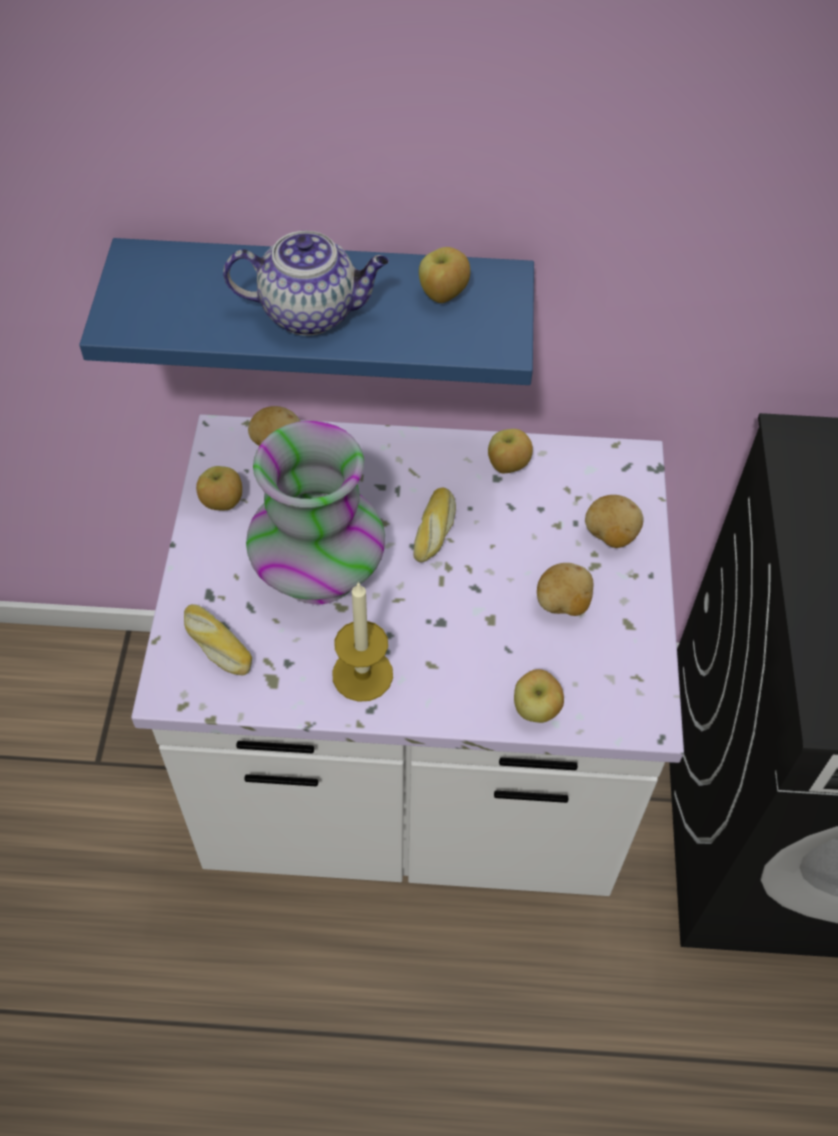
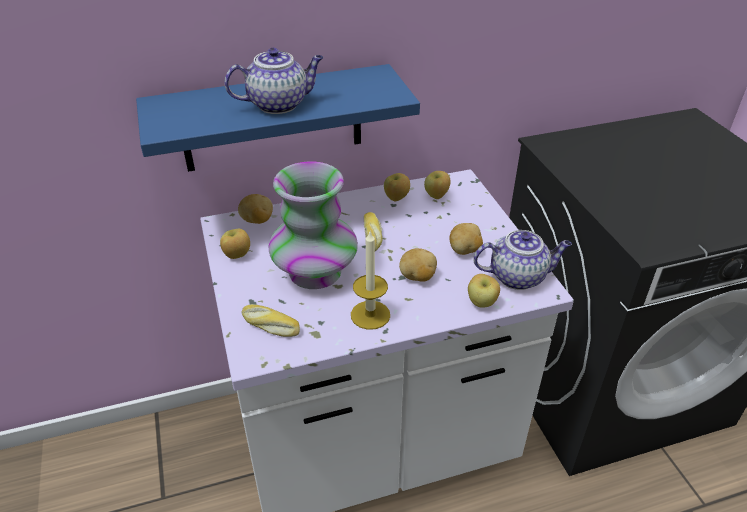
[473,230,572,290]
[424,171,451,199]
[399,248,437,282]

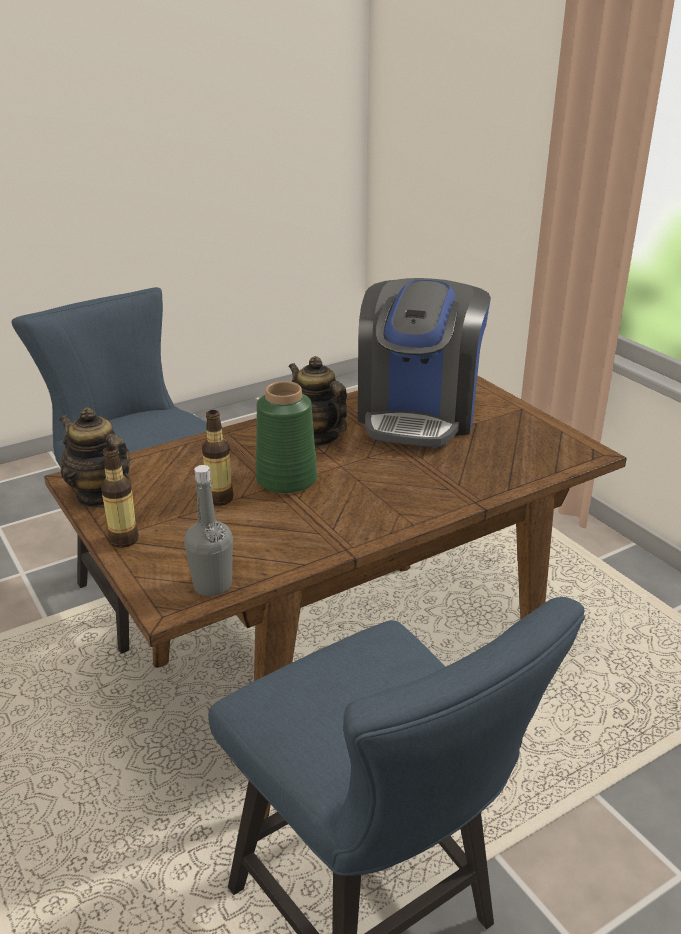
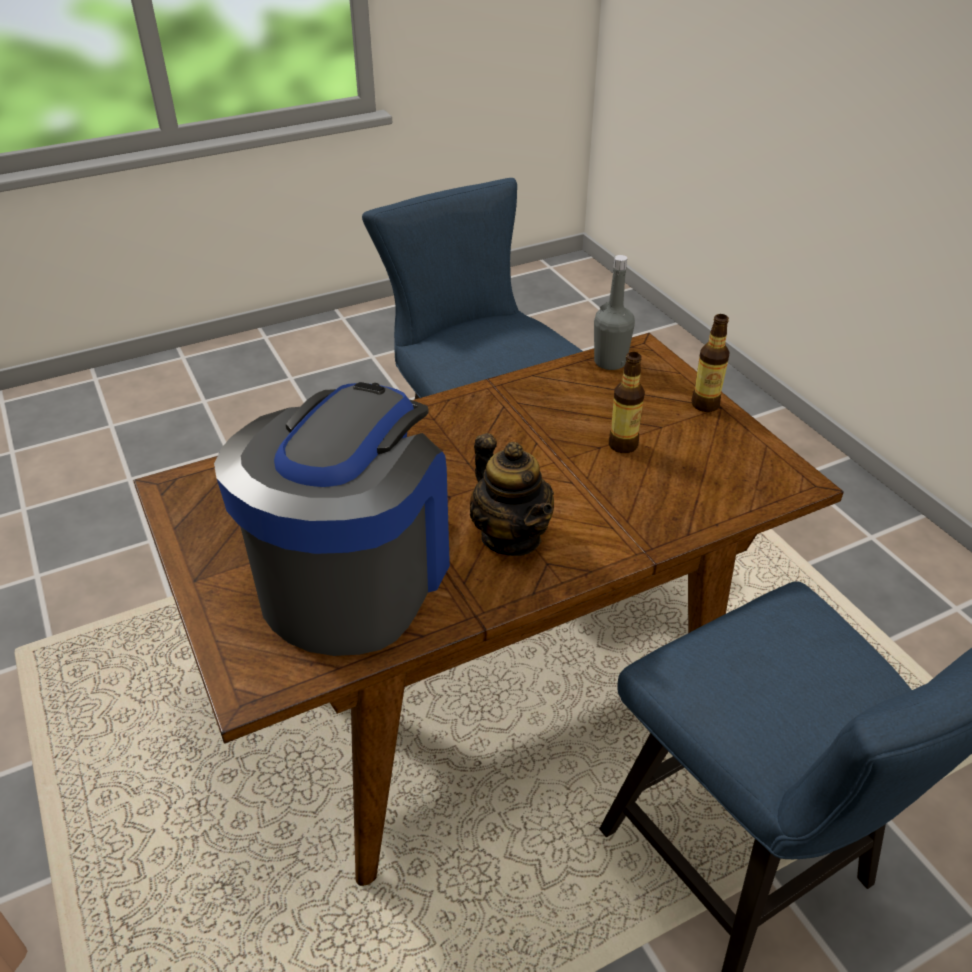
[59,407,131,507] (first image)
[256,381,317,494] (first image)

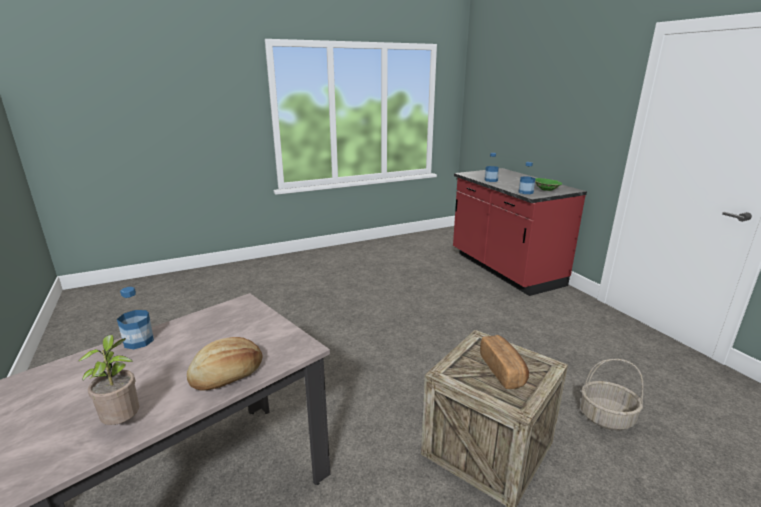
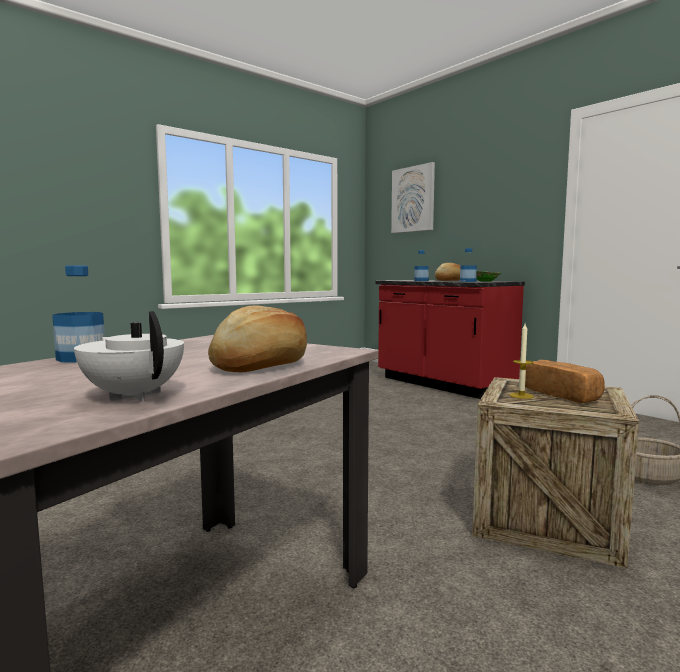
[391,162,435,233]
[435,263,460,281]
[510,324,534,399]
[74,311,184,401]

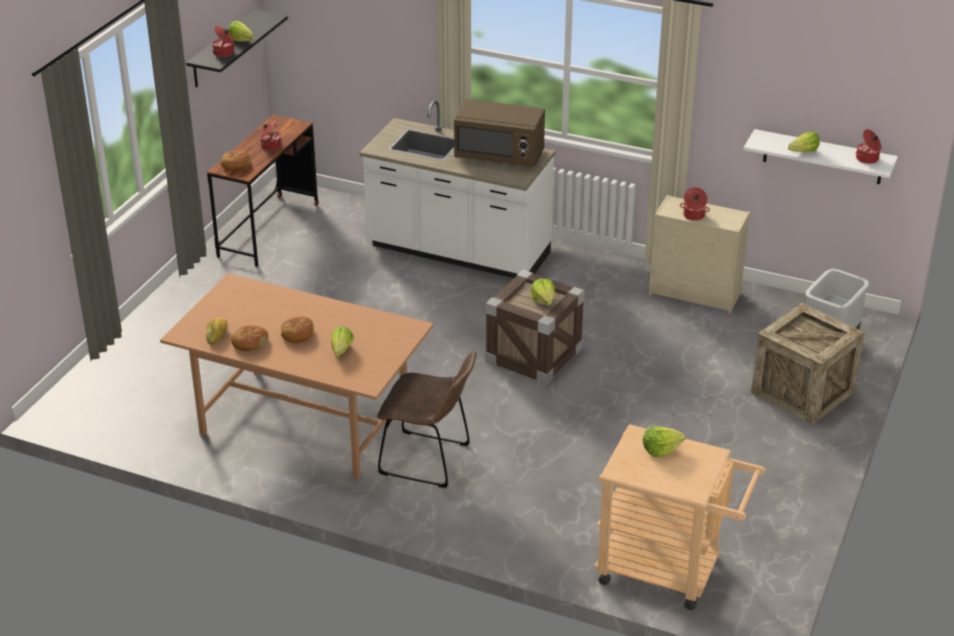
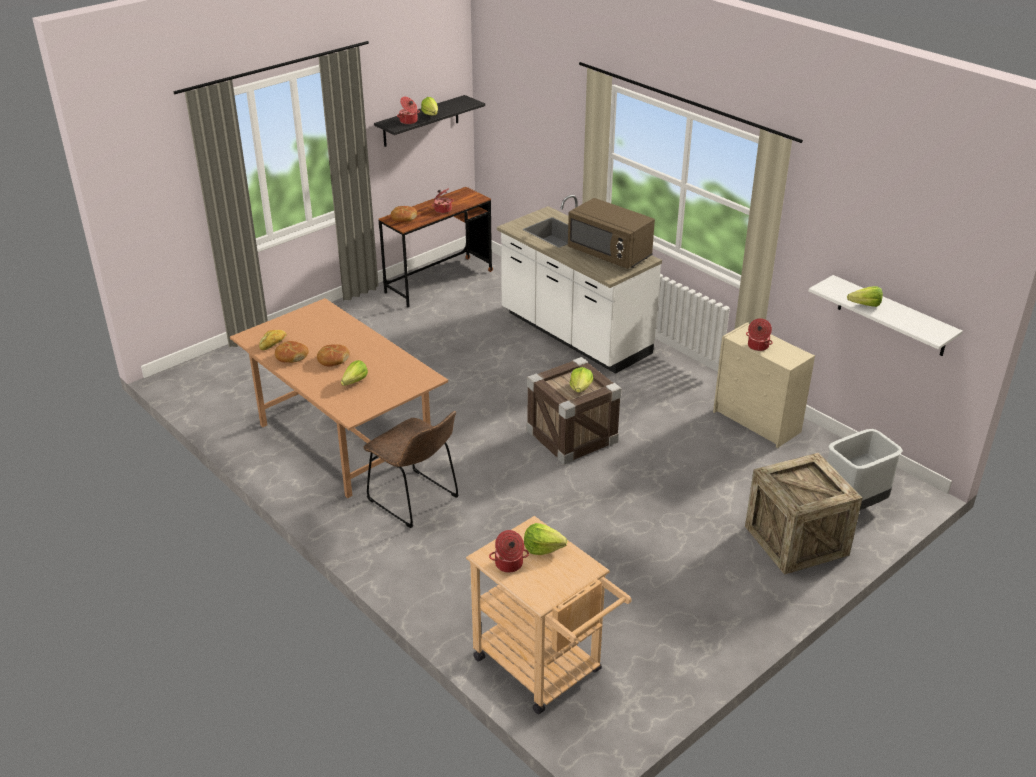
[489,530,529,573]

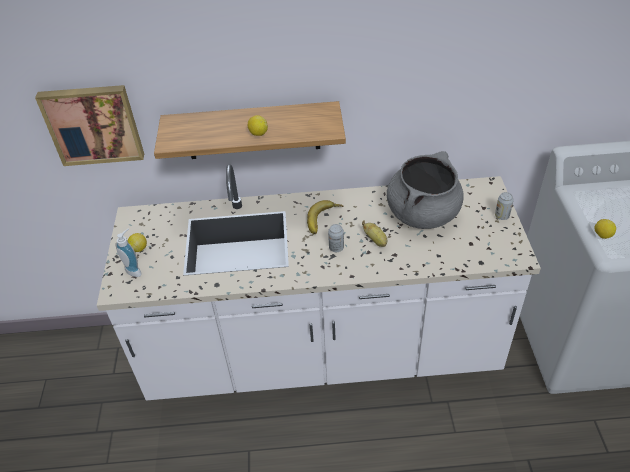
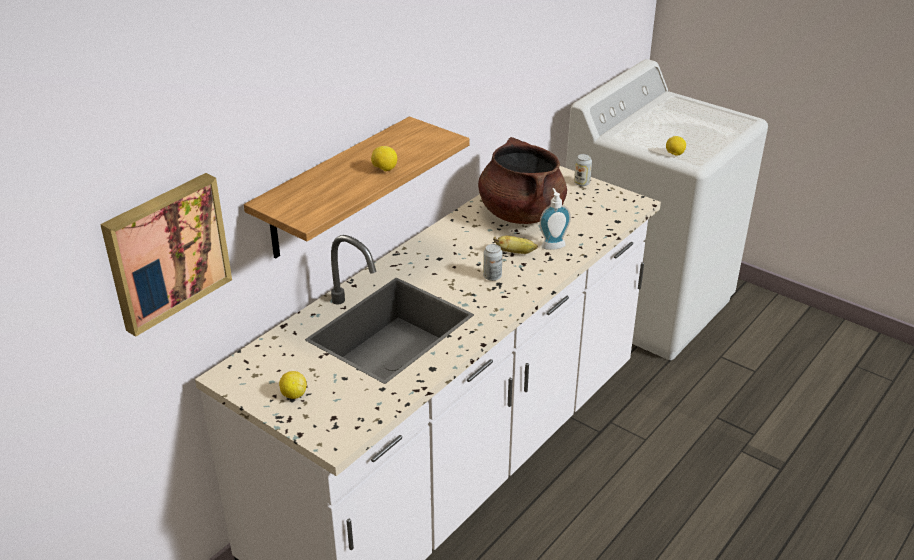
[307,200,343,234] (first image)
[539,188,571,250]
[478,137,567,224]

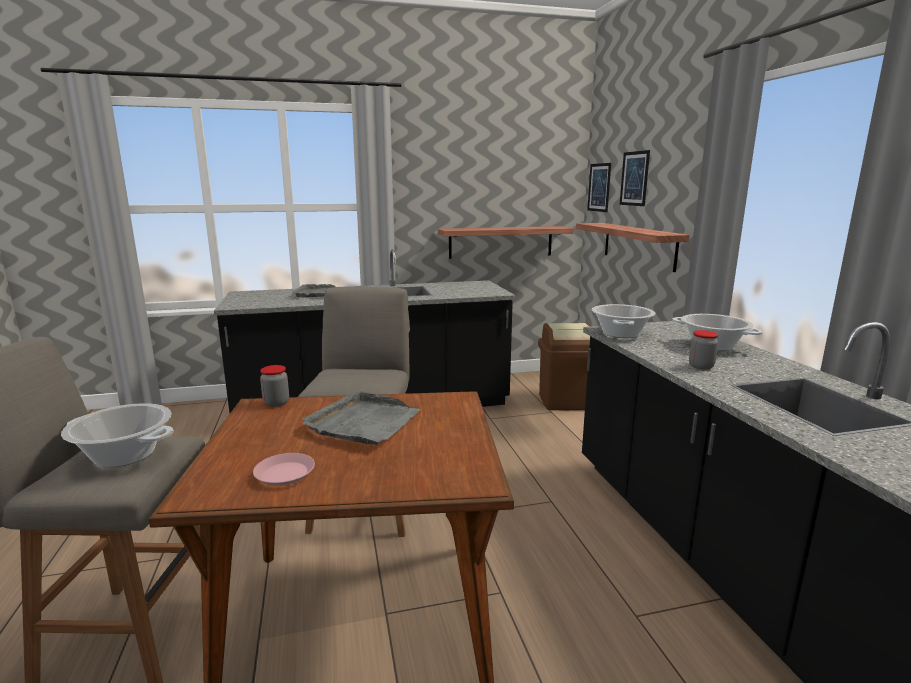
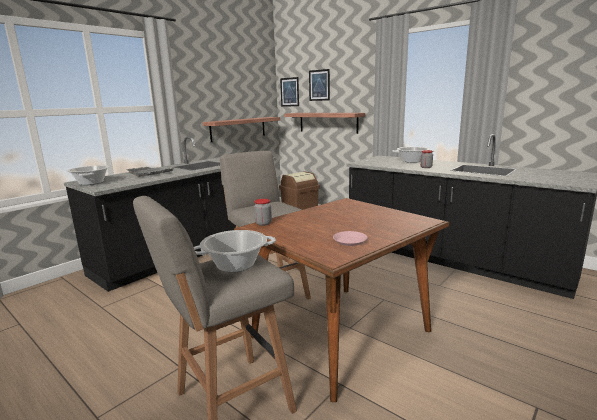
[303,391,420,445] (first image)
[67,165,110,185]

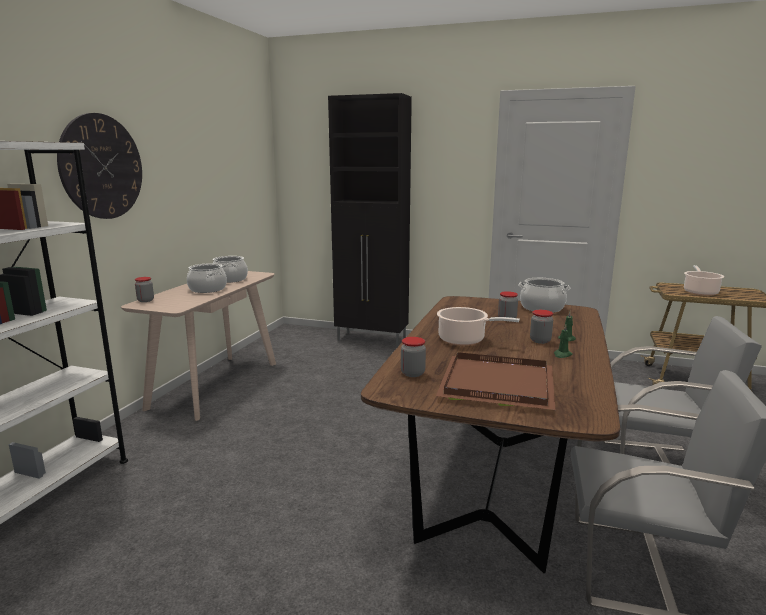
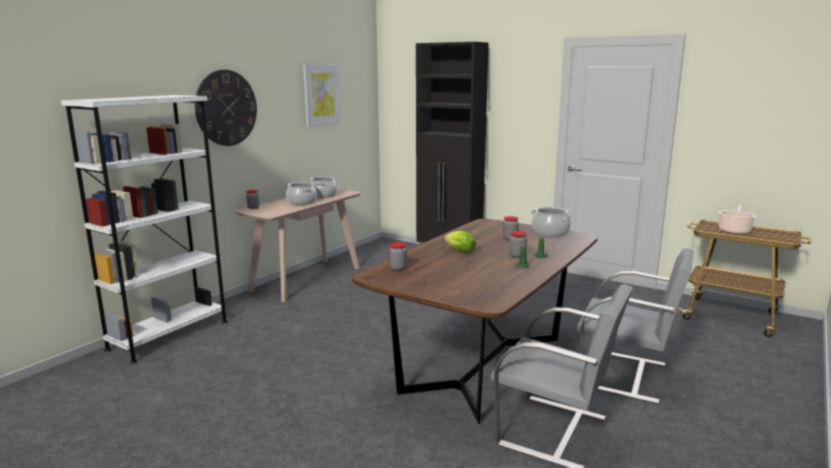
[436,352,555,410] (first image)
[303,64,340,127]
[445,231,476,253]

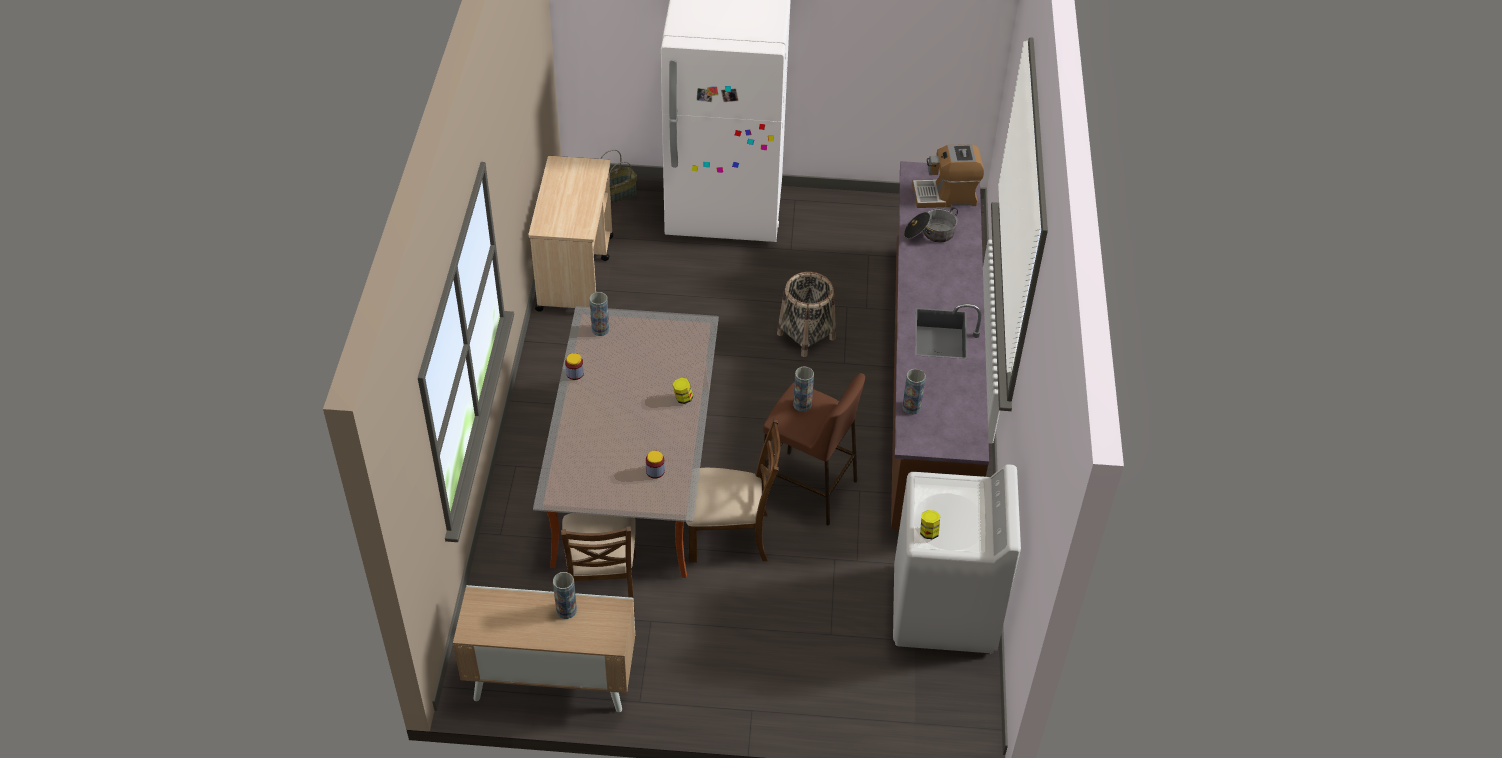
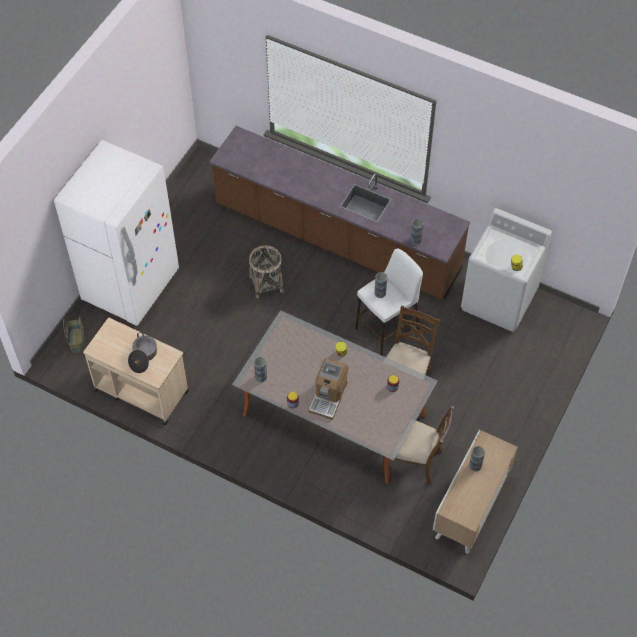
[128,332,157,373]
[308,358,348,420]
[355,249,423,356]

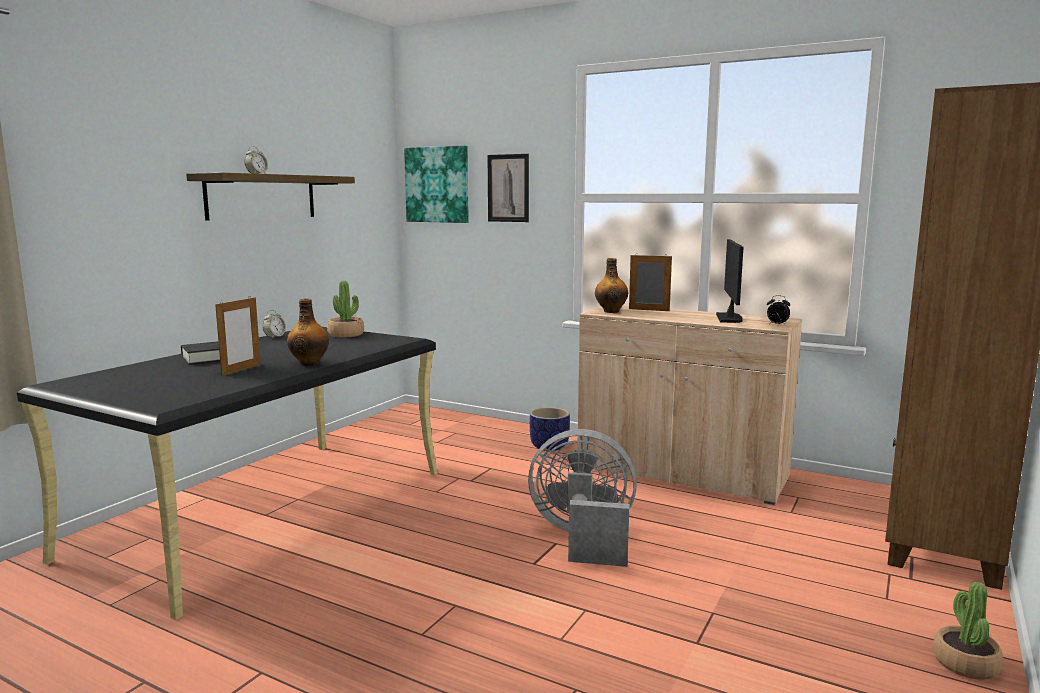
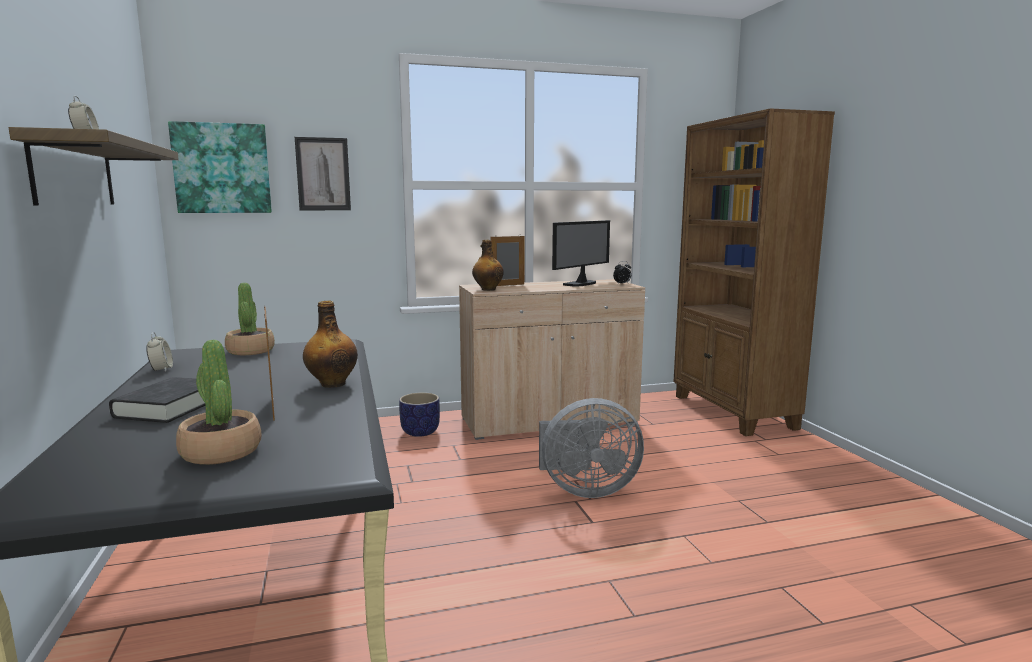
[176,340,262,465]
[539,398,644,498]
[552,220,610,287]

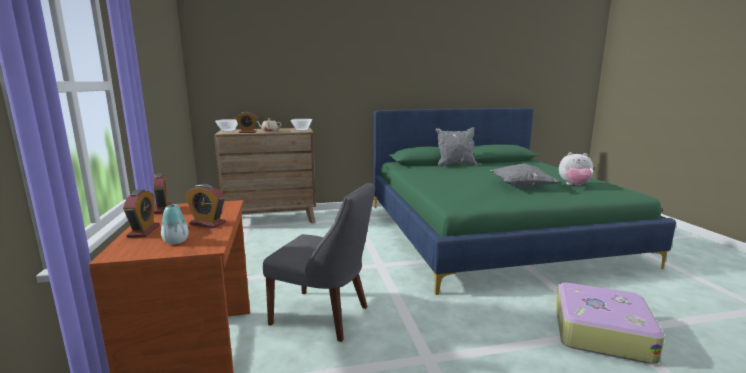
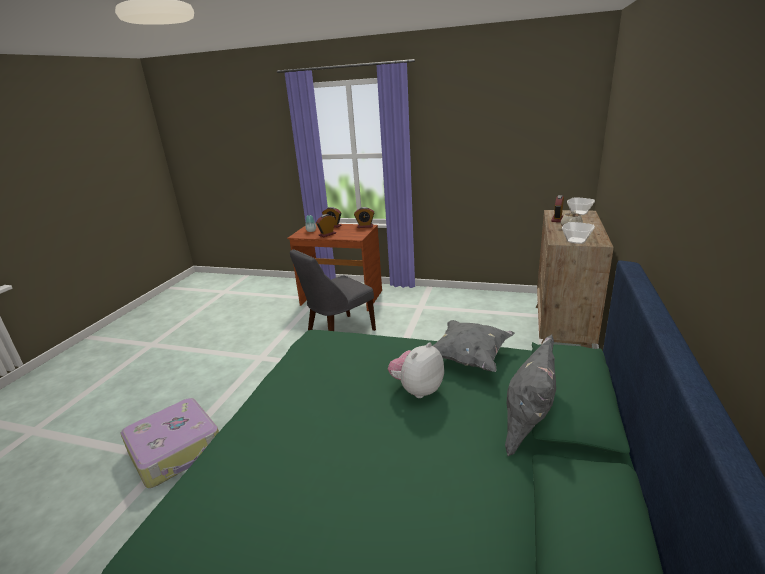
[432,320,515,372]
[388,342,444,398]

